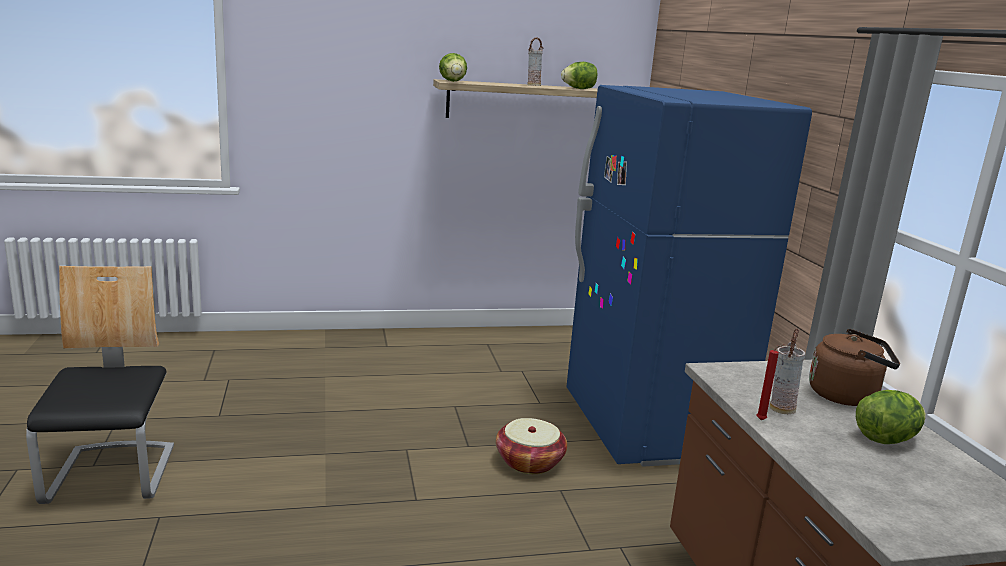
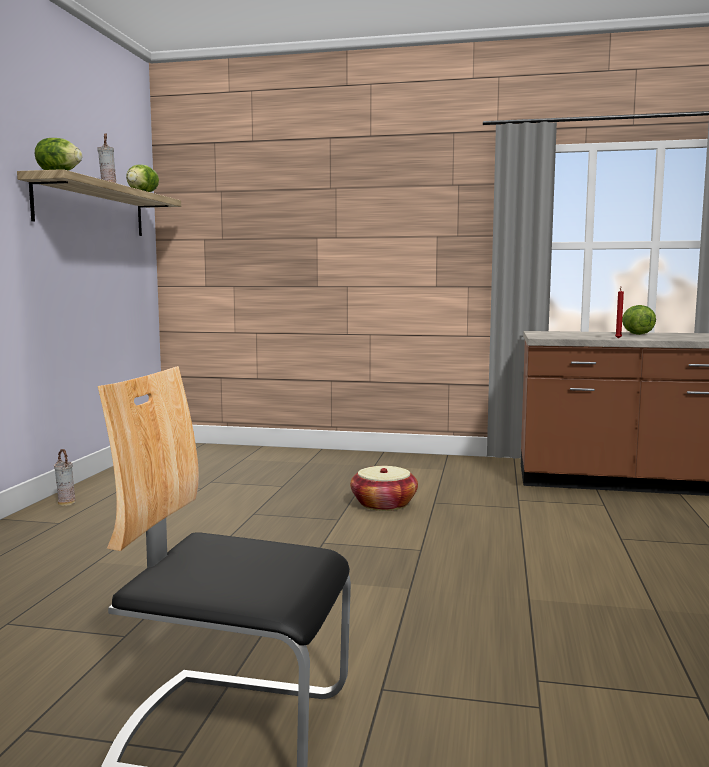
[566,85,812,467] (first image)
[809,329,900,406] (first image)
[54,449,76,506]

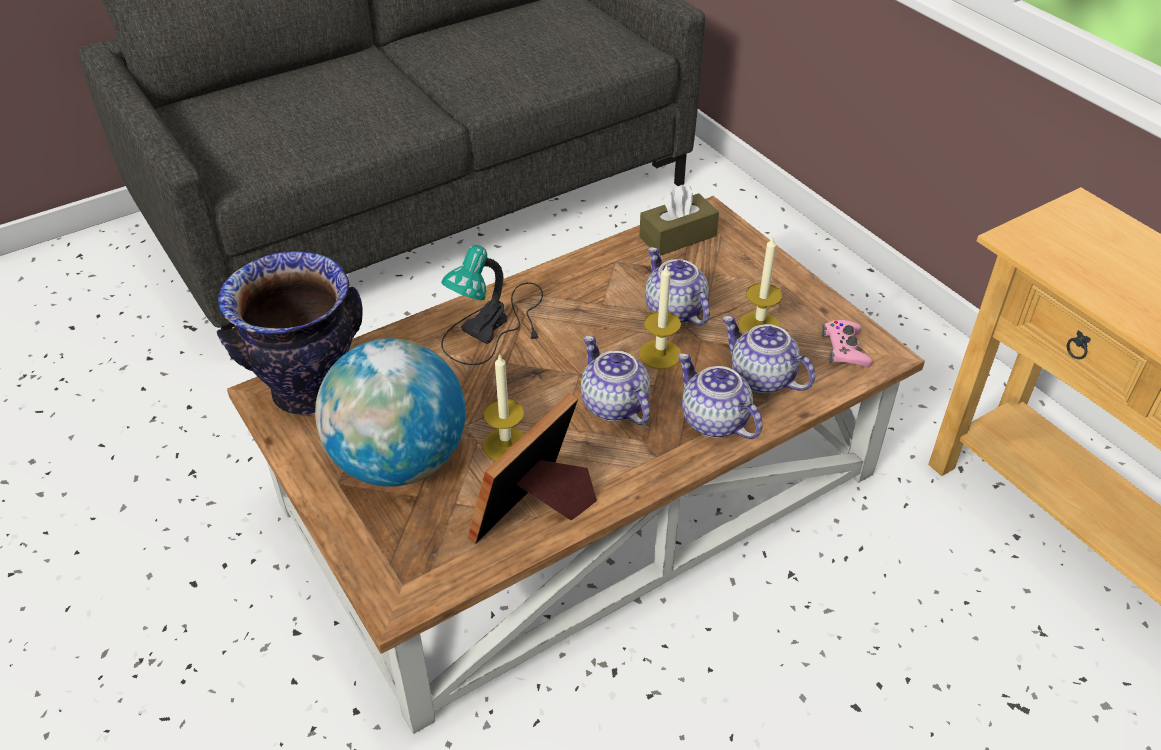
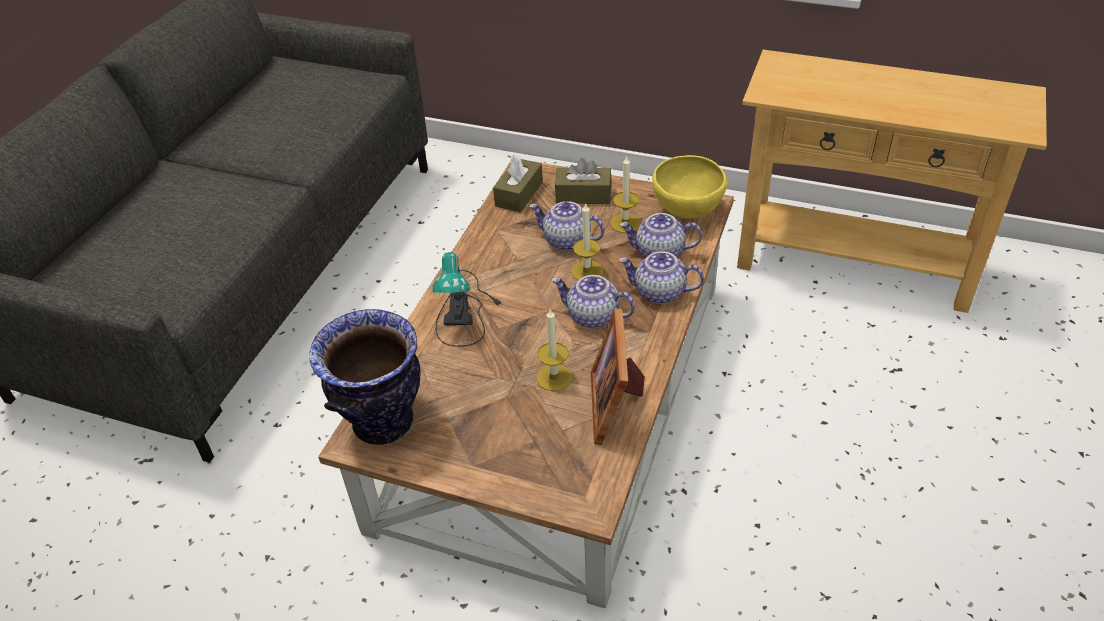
[315,338,466,487] (first image)
[555,158,612,204]
[652,155,727,219]

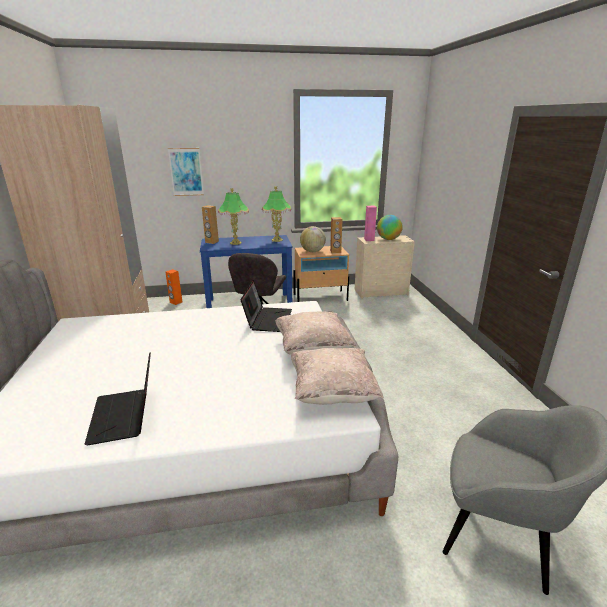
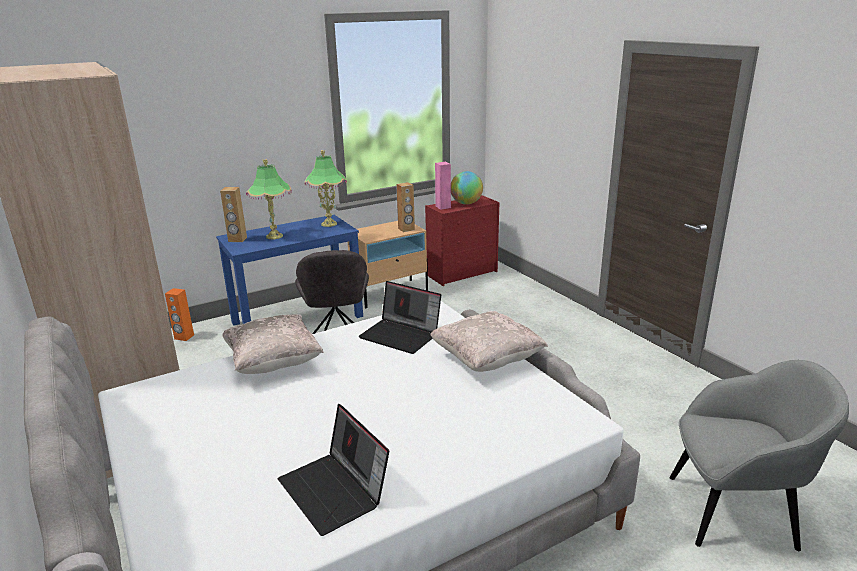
[168,148,204,196] (first image)
[300,226,326,252] (first image)
[223,314,324,374]
[425,195,499,286]
[358,281,441,354]

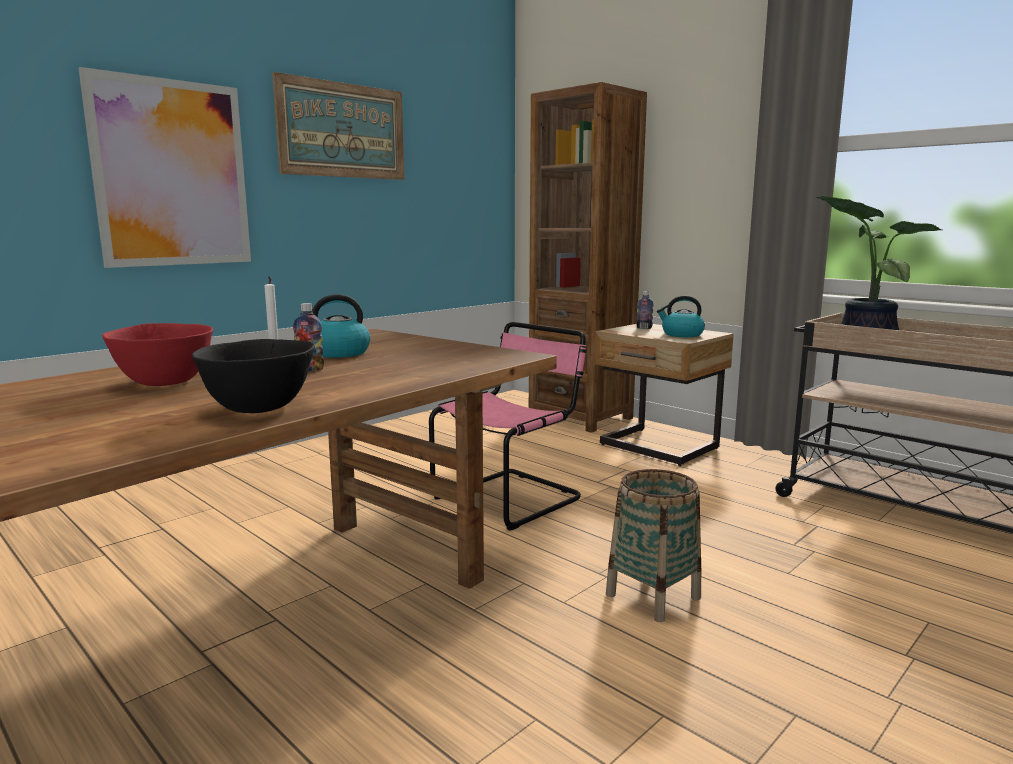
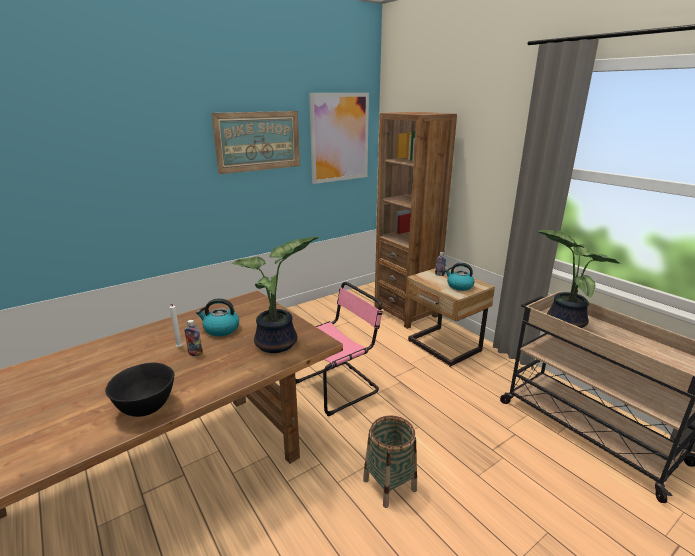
[102,323,213,386] (first image)
[232,236,319,353]
[309,93,369,184]

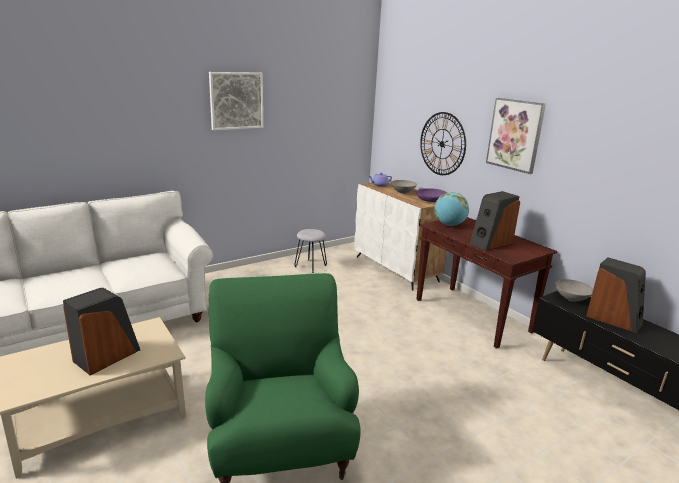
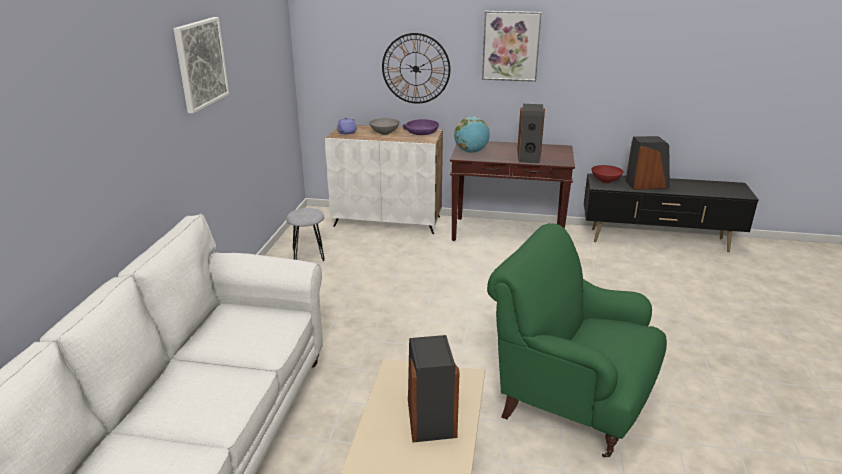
[591,165,624,183]

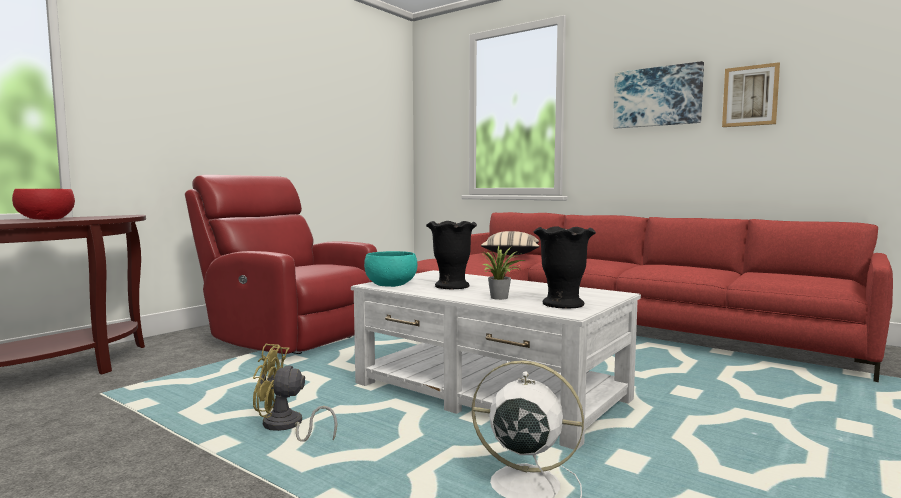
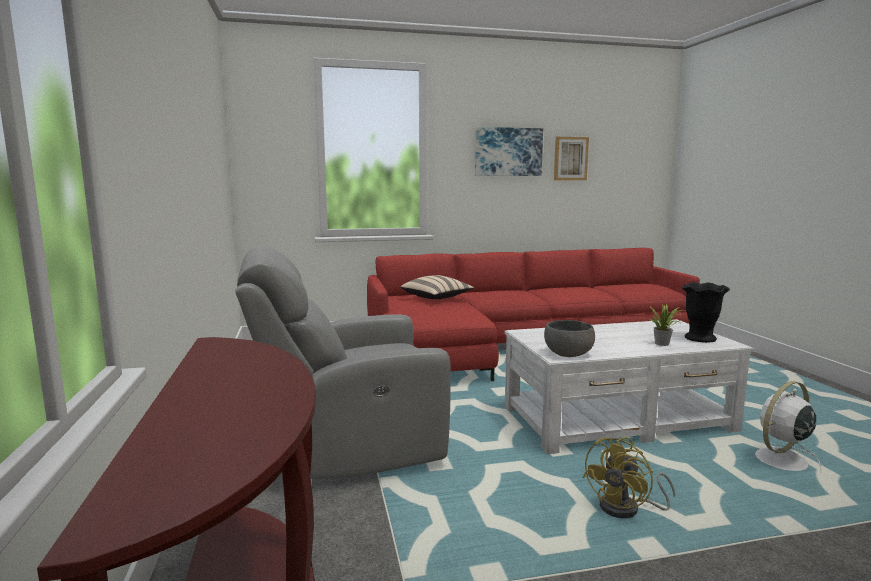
[12,189,75,220] (first image)
[426,221,477,289] (first image)
[235,245,450,479]
[544,320,595,357]

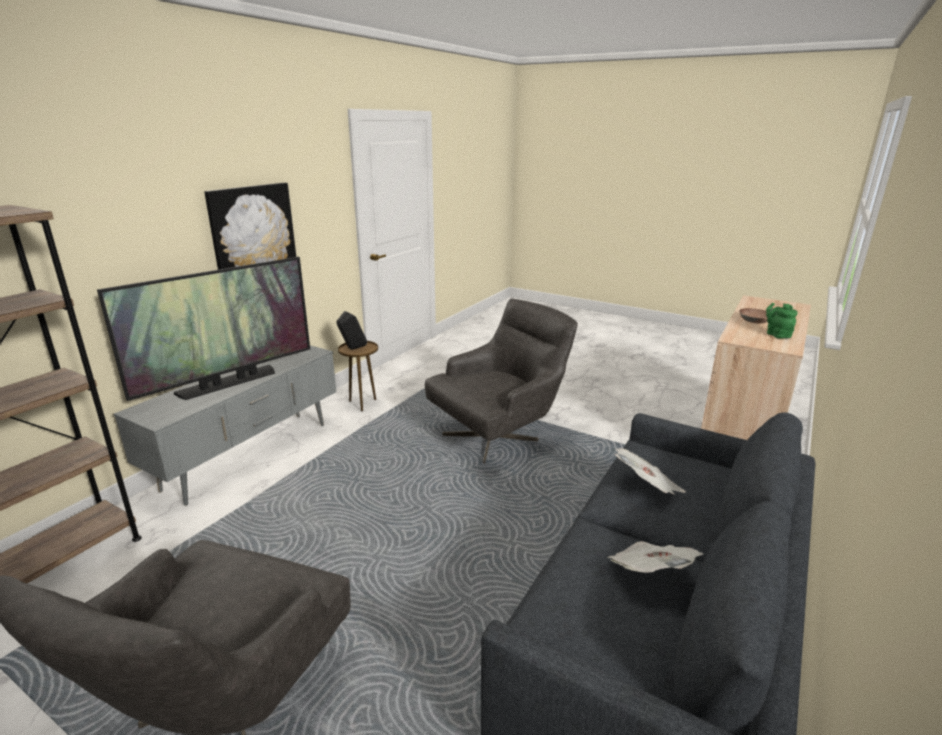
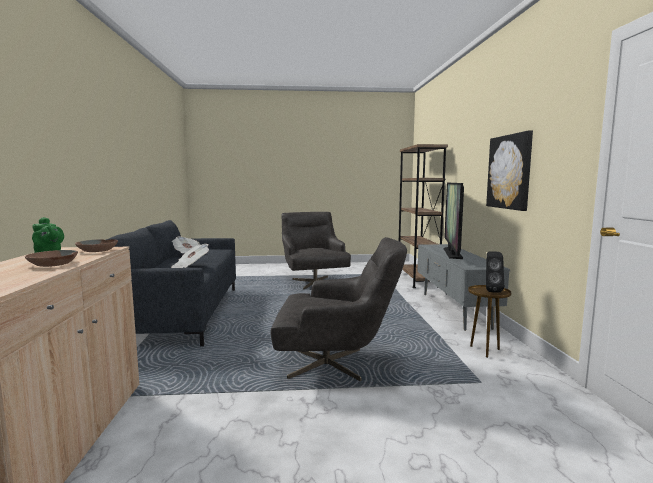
[75,239,118,252]
[271,237,407,381]

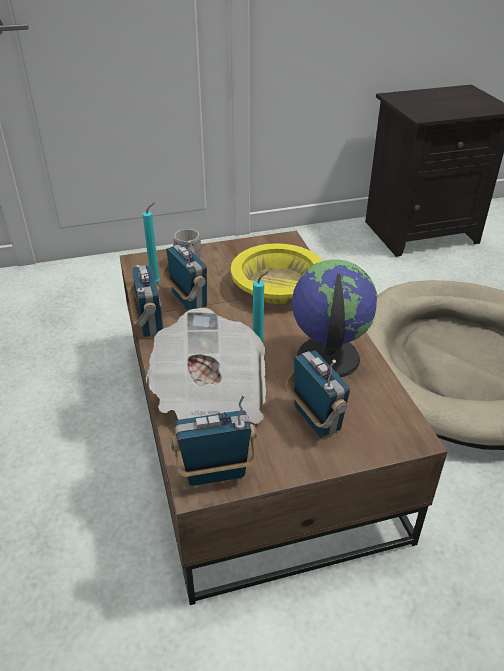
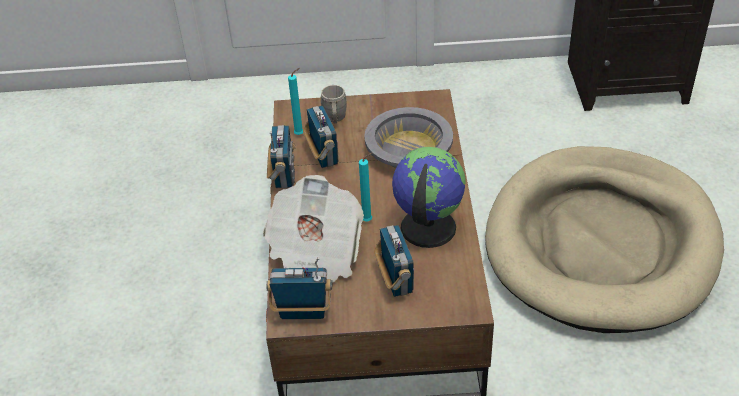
[364,107,453,168]

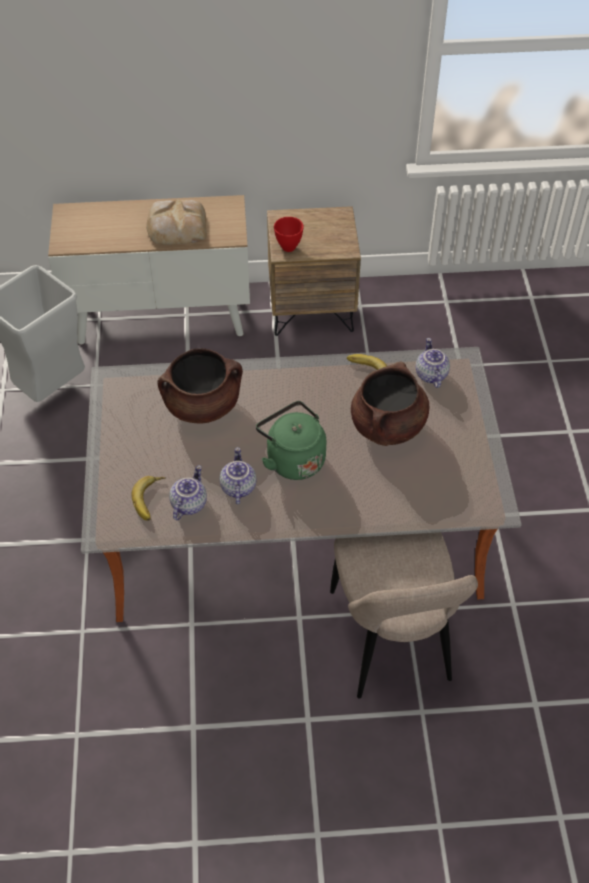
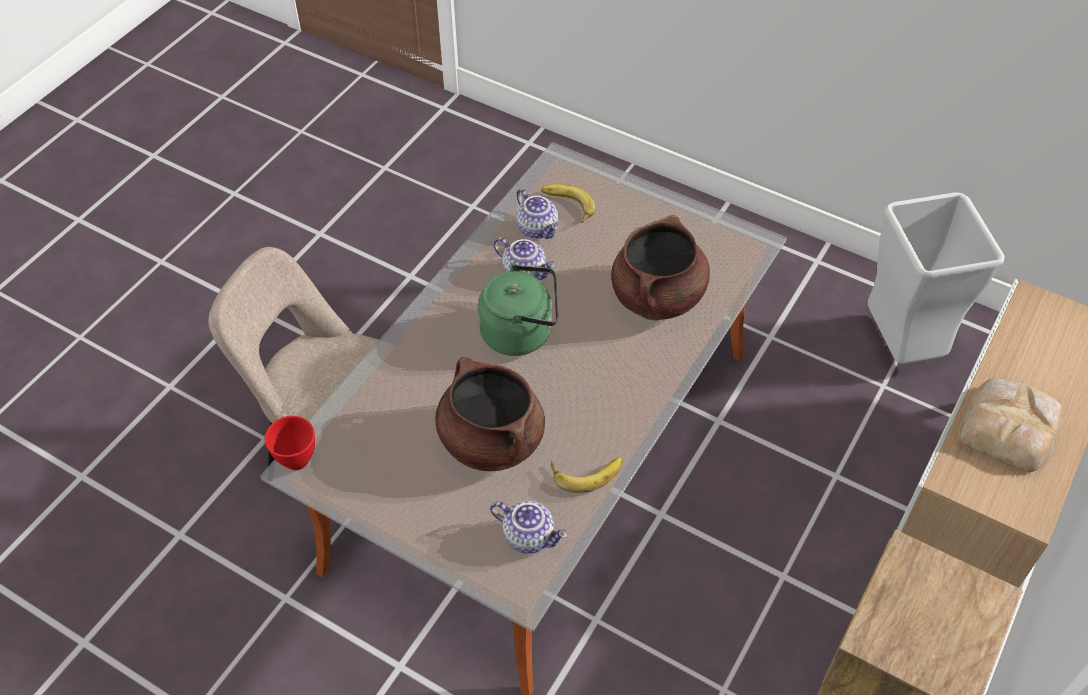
[265,416,315,470]

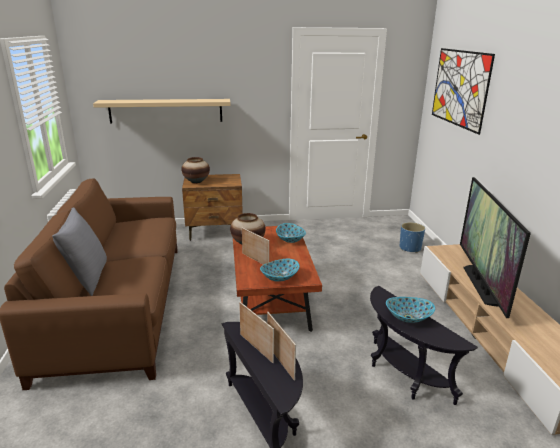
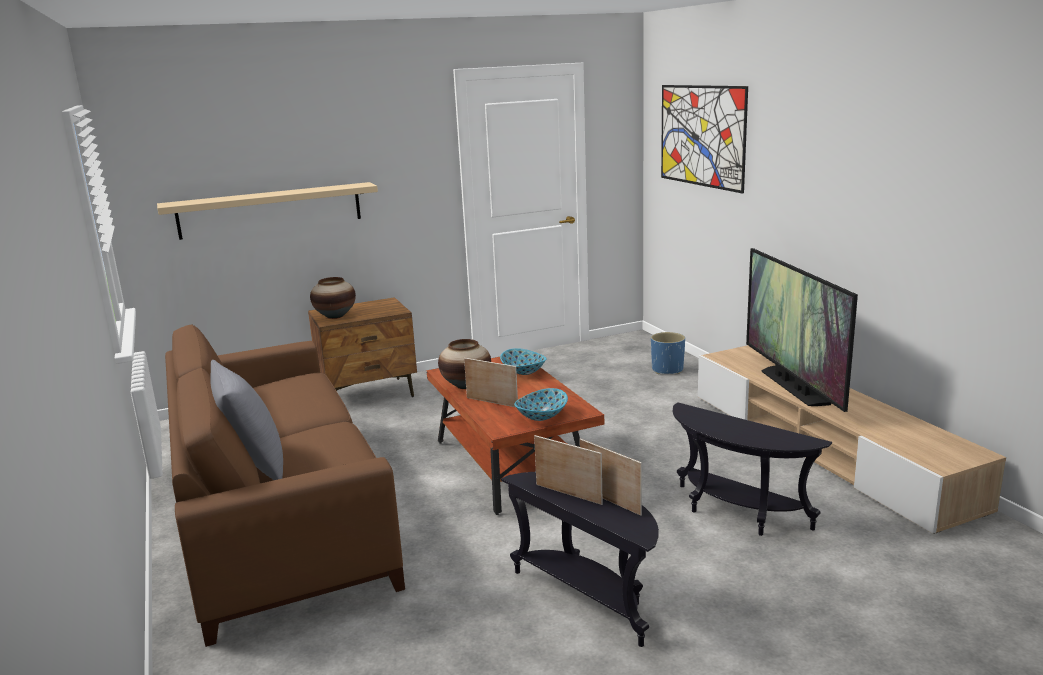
[386,297,435,323] (first image)

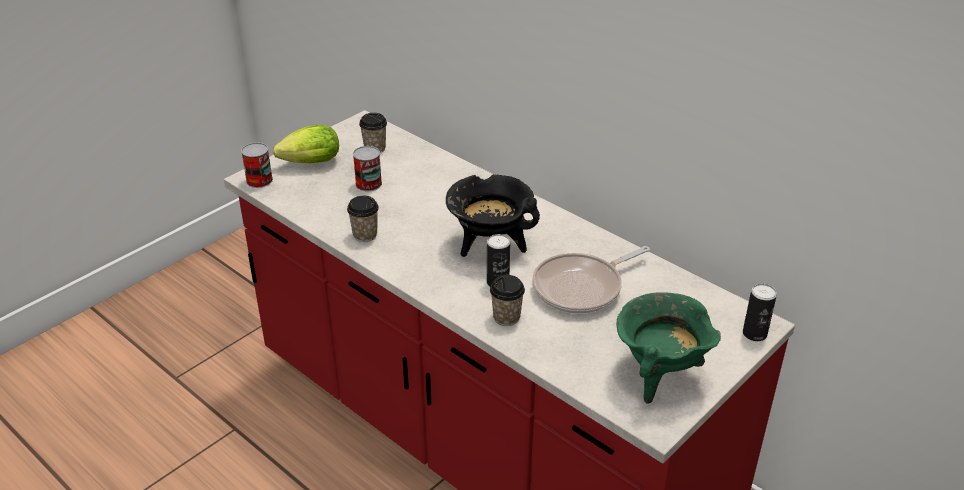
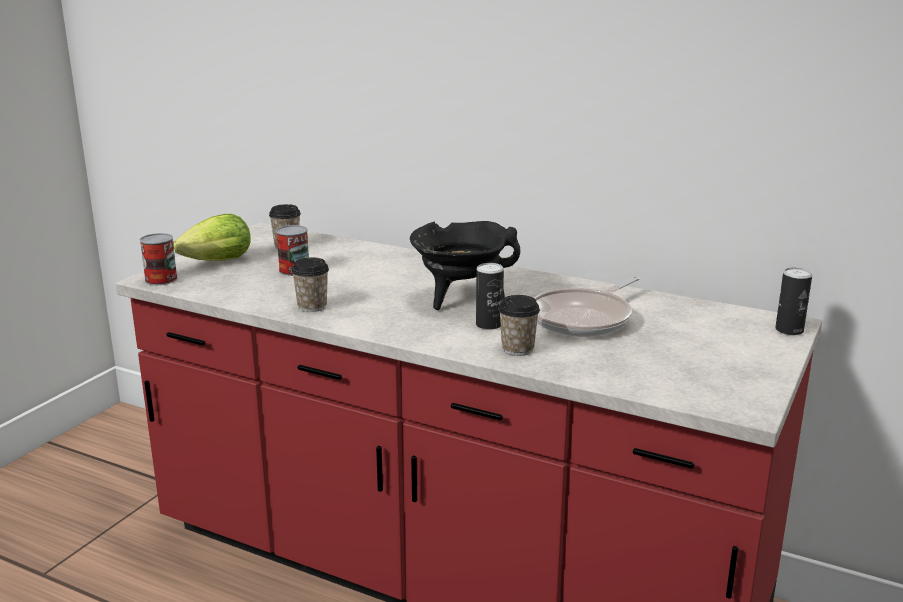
[617,292,721,404] (first image)

